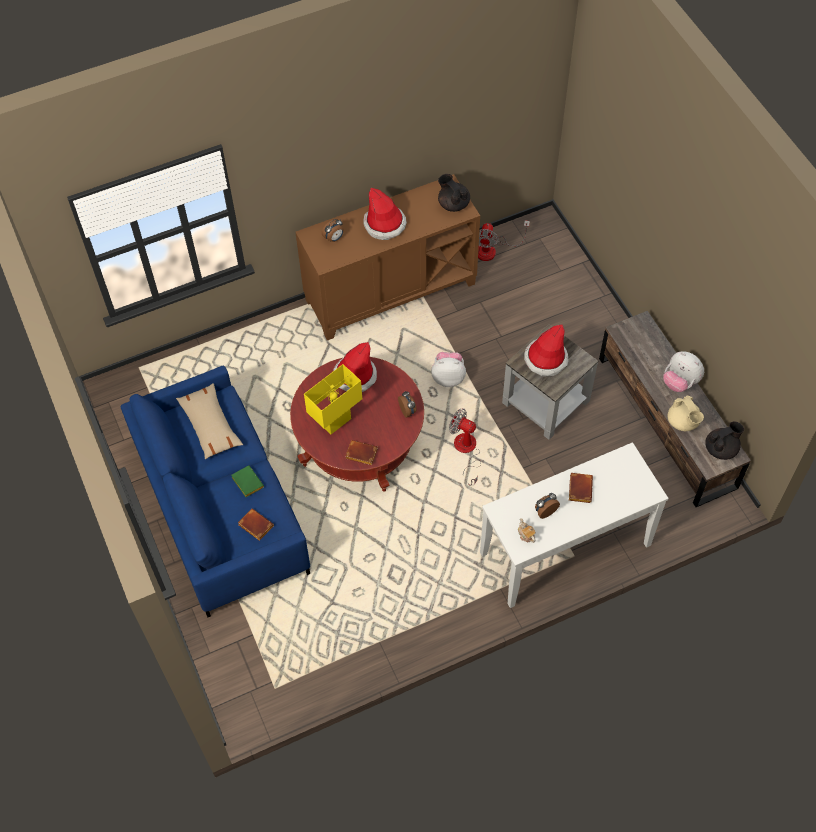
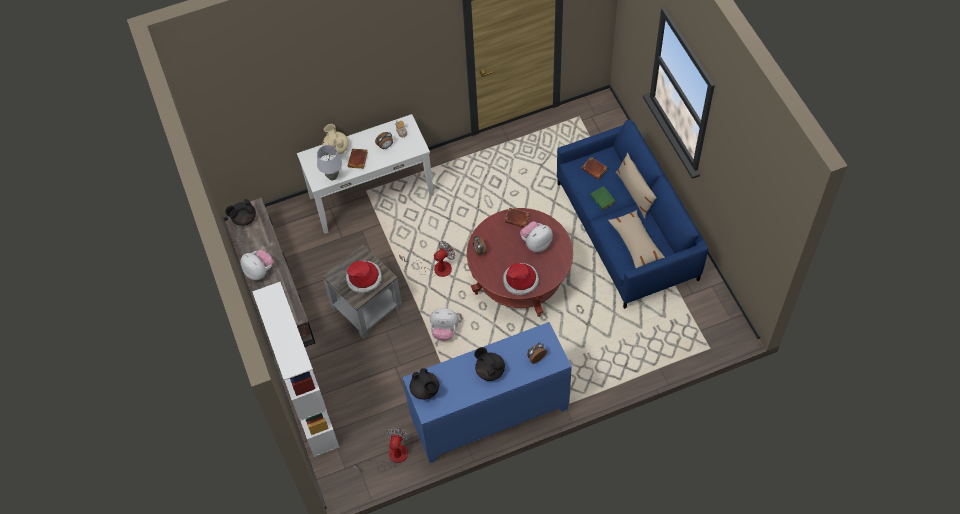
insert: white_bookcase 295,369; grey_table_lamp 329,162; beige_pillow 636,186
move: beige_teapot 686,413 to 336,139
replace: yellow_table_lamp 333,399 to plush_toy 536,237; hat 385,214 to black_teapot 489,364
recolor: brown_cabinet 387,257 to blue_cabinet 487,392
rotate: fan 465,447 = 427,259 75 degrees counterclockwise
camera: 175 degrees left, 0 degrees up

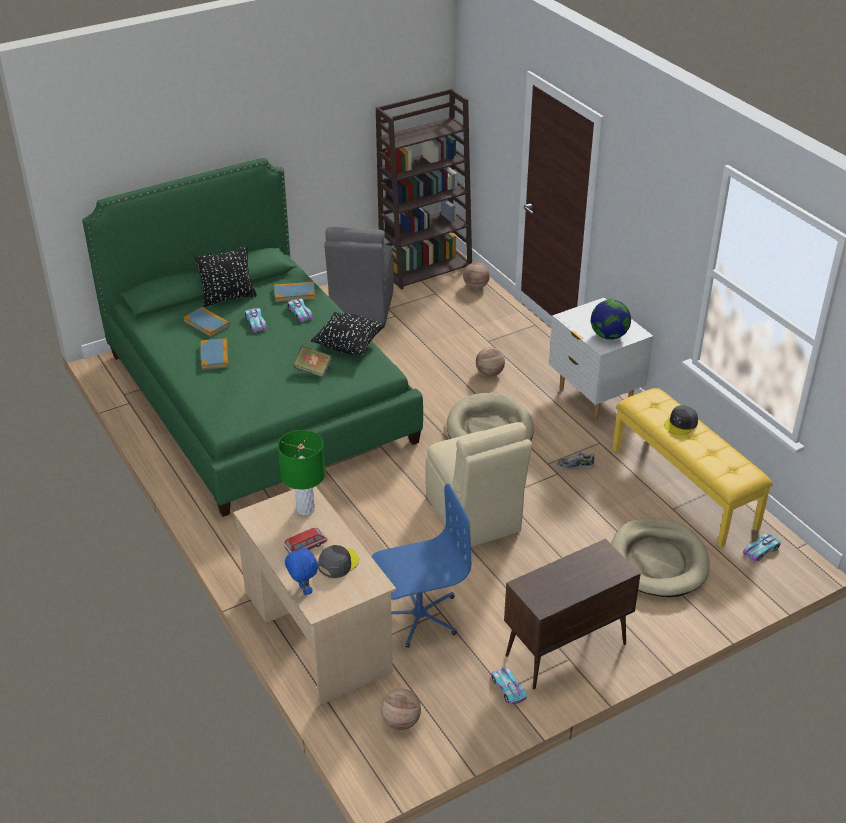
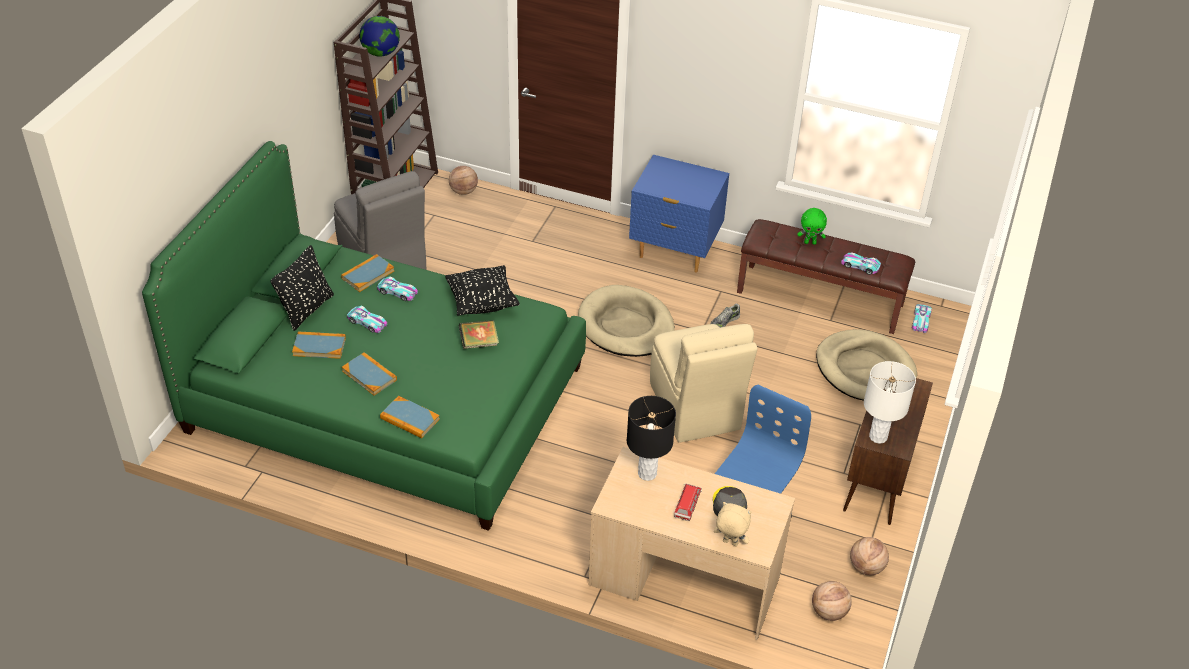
insert: book 410,417; white_table_lamp 890,402
move: basketball 490,362 to 869,556; toy_car 509,685 to 861,263; globe 611,320 to 379,36
replace: grey_cap 681,420 to green_plush_toy 812,226
recolor: green_table_lamp 301,472 to black_table_lamp 651,438; blue_plush_toy 301,570 to beige_plush_toy 733,524; white_nightstand 601,359 to blue_nightstand 679,213; yellow_bench 693,468 to brown_bench 826,276
rotate: beige_chair 478,484 = 704,383 45 degrees clockwise
camera: 40 degrees left, 5 degrees up

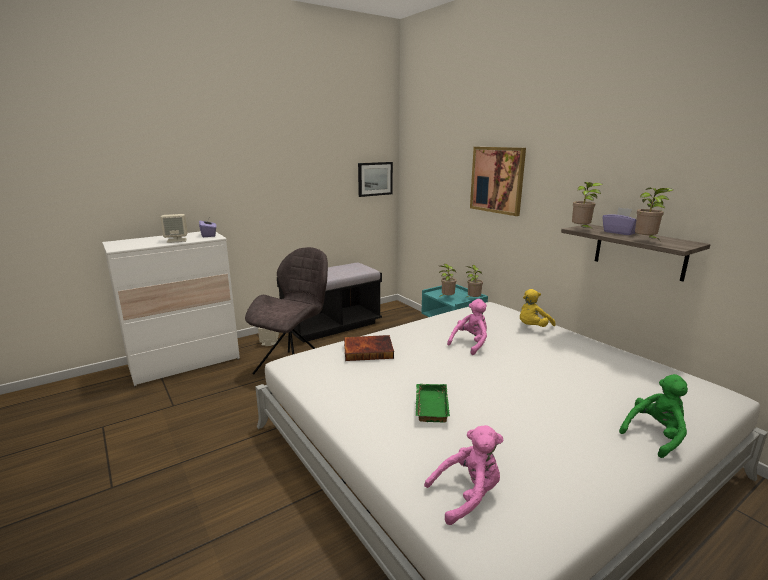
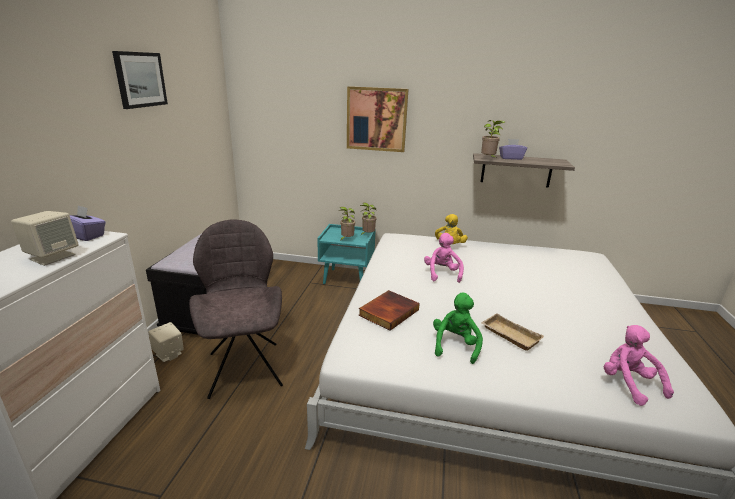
delete: potted_plant 654,213
move: picture 375,179 to 140,80; green_plush_toy 653,416 to 458,328
recolor: green_tray 433,403 to beige_tray 512,332
rotate: pink_plush_toy 463,475 = 639,365 45 degrees counterclockwise
camera: 45 degrees left, 5 degrees up

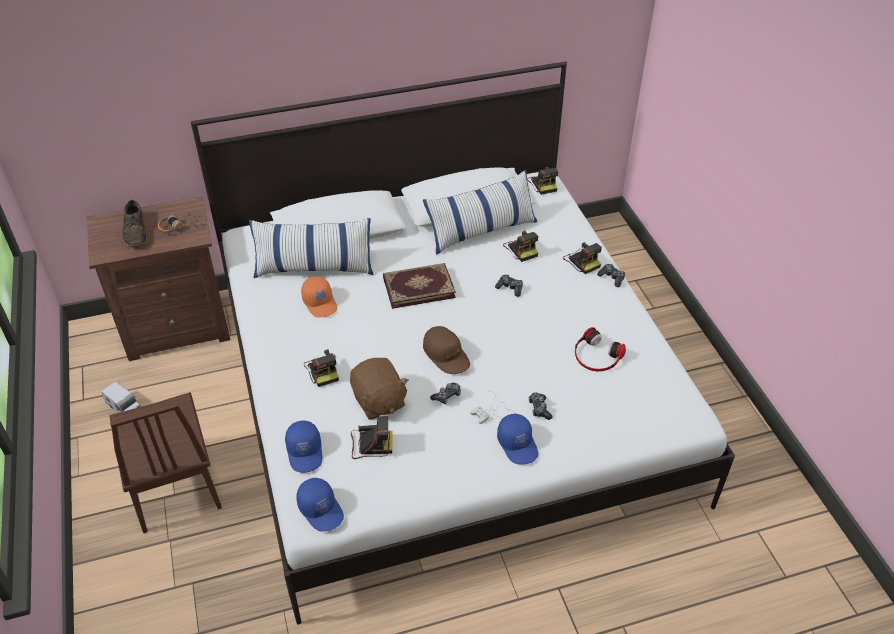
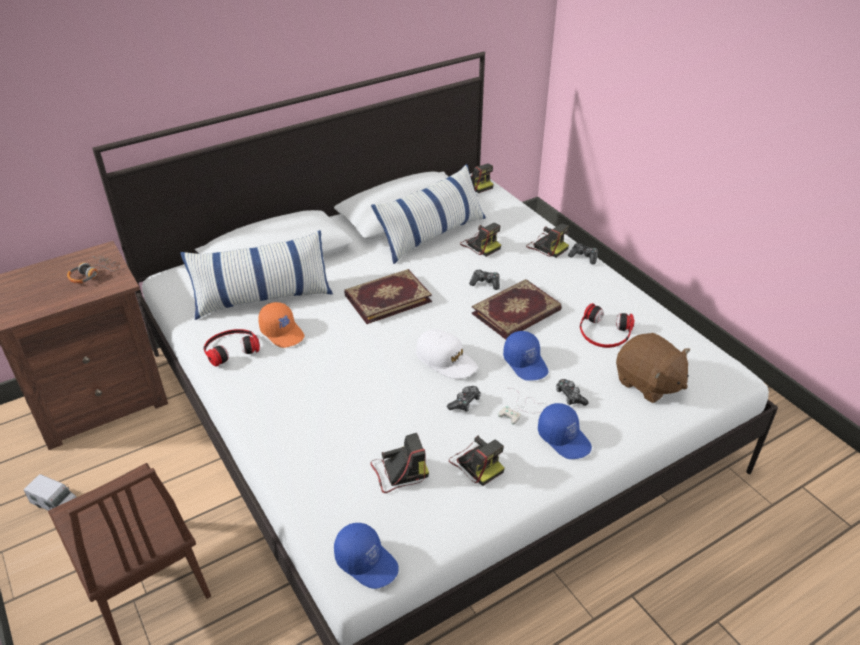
delete: brown_shoe 134,223
insert: headphones 232,348; book 516,309
move: blue_cap 303,447 to 525,356; photo_camera 321,368 to 477,460; brown_plush_toy 379,388 to 653,368
recolor: brown_cap 446,350 to white_cap 447,354
camera: 15 degrees left, 5 degrees down

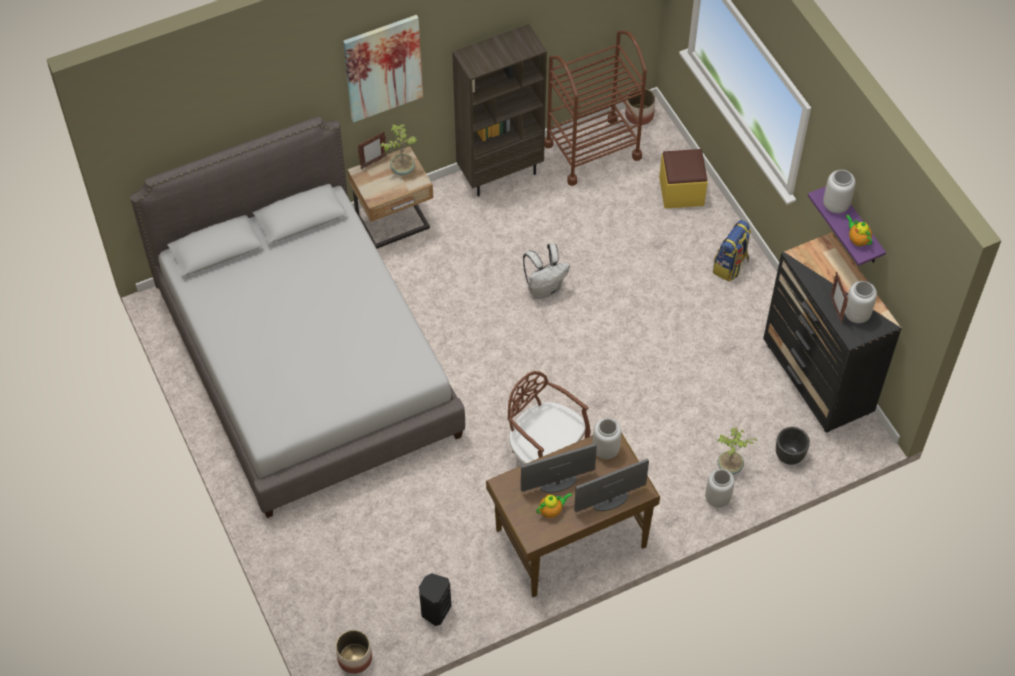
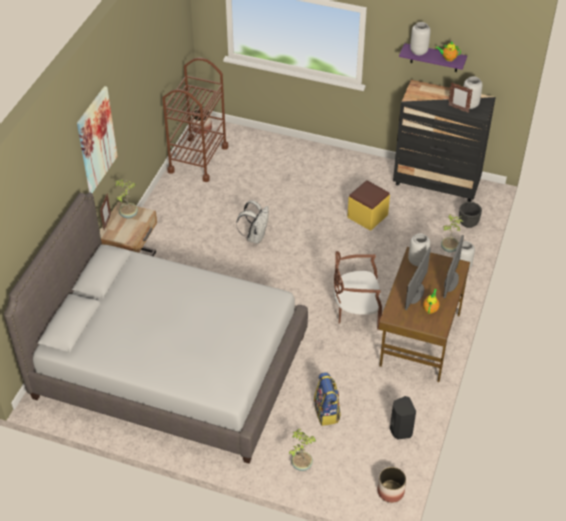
delete: brown_bookcase 499,110
insert: potted_plant 302,450
move: yellow_ottoman 683,179 to 368,205; backpack 732,250 to 327,399
camera: 45 degrees left, 10 degrees down

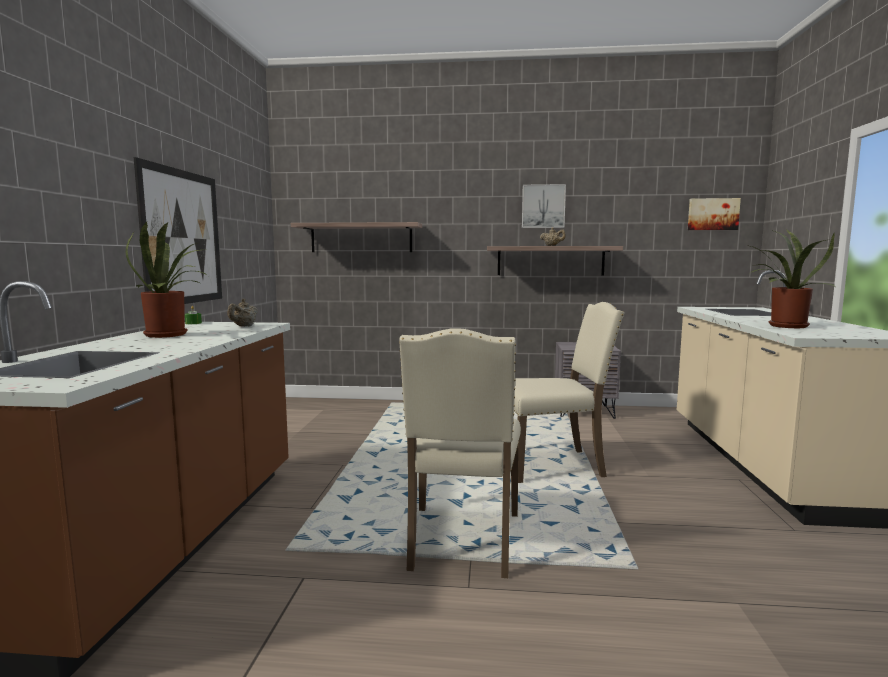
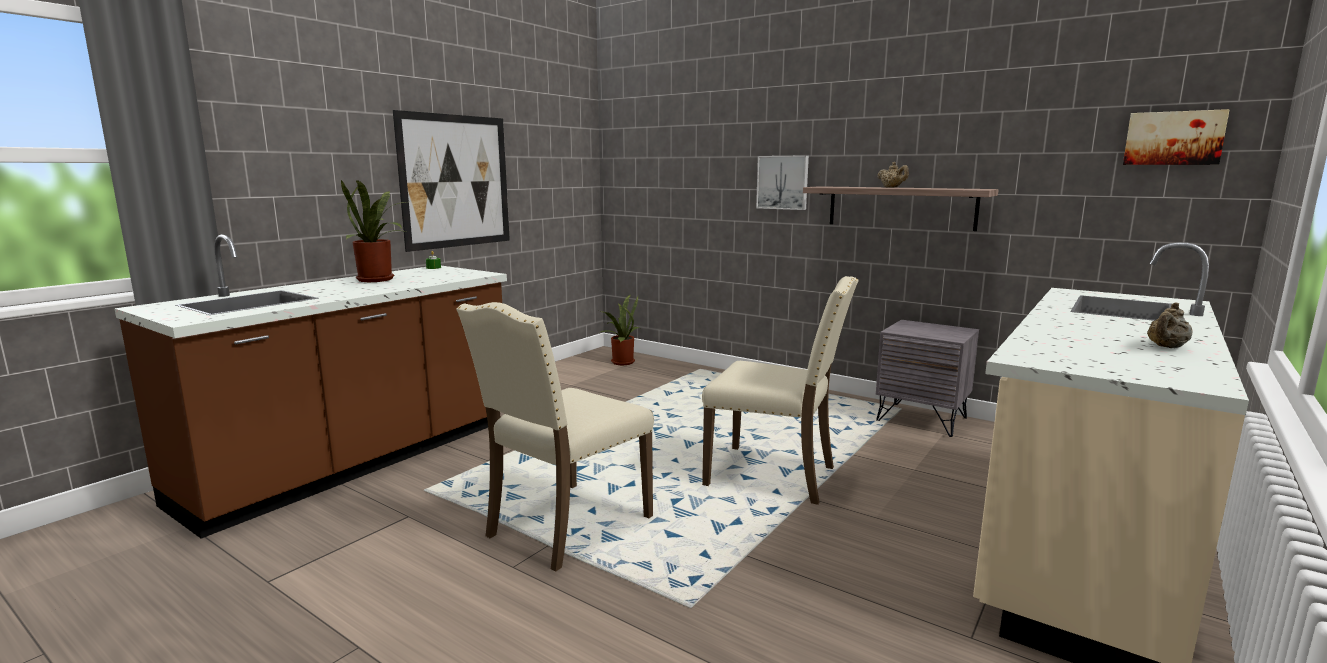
delete: shelf 356,237
move: beige_teapot 242,313 to 1170,325; picture 544,206 to 782,182; potted_plant 790,279 to 619,330
camera: 30 degrees right, 5 degrees up

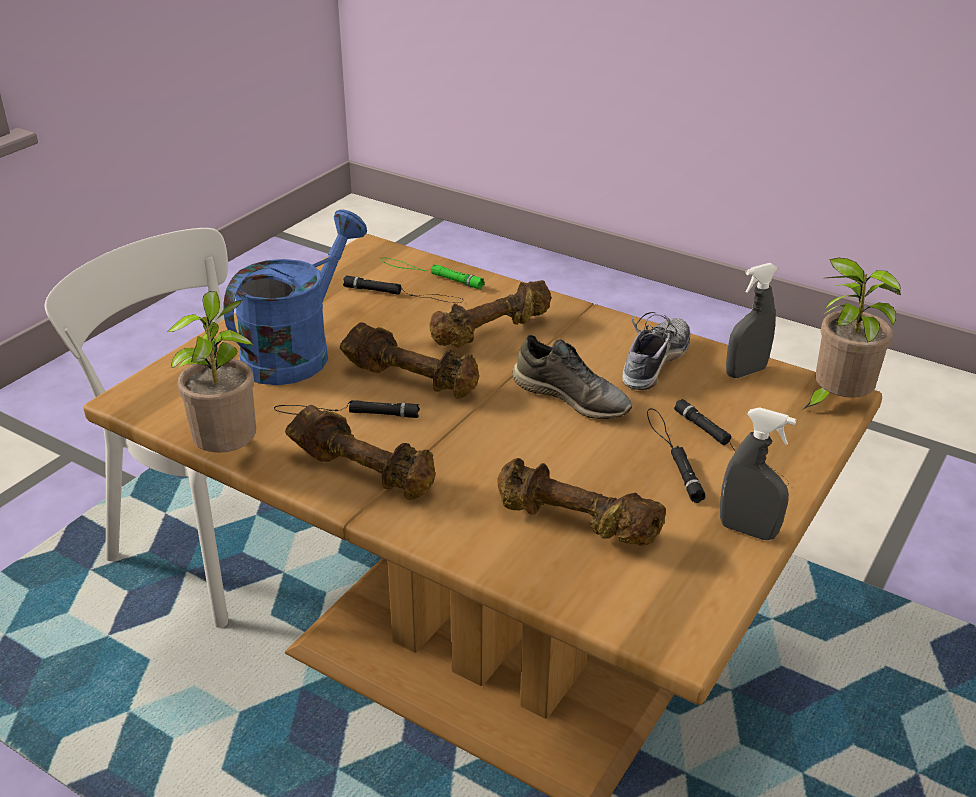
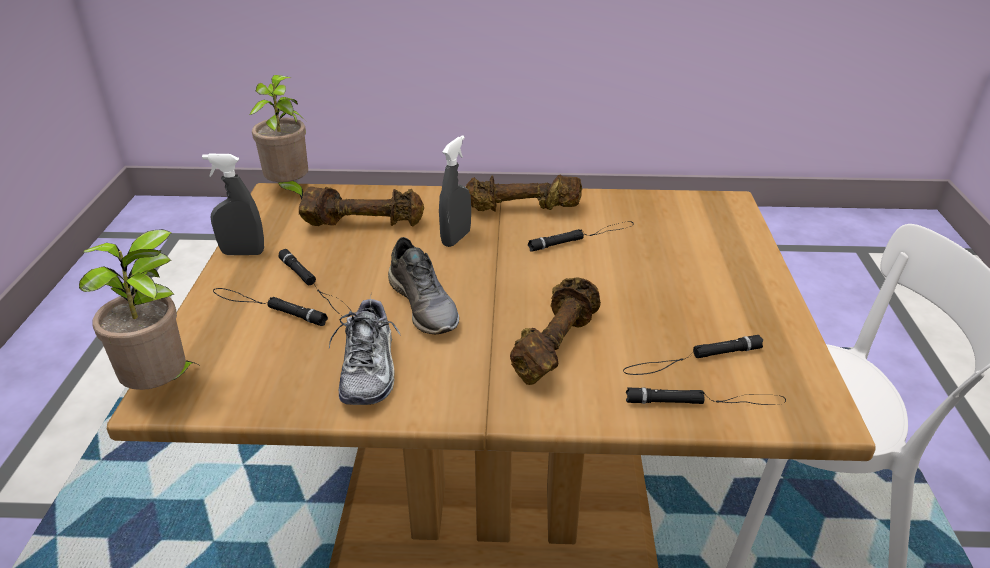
delete: blue_watering_can 295,297; brown_dumbbell 409,360
move: potted_plant 211,372 to 278,137; grey_spray_bottle 752,320 to 455,191
recolor: green_flashlight 432,274 to black_flashlight 706,396
rotate: grey_shoe 572,377 = 423,285 120 degrees counterclockwise
camera: 150 degrees right, 0 degrees up

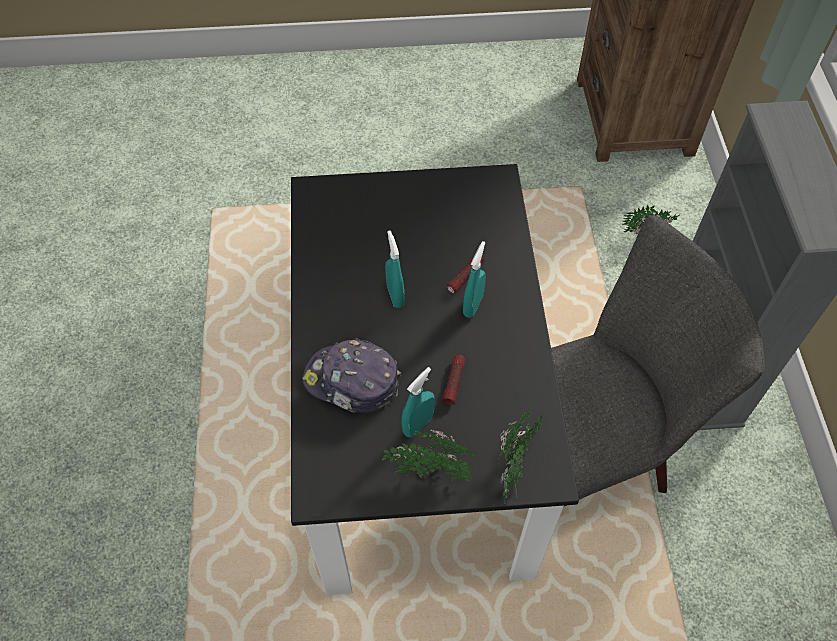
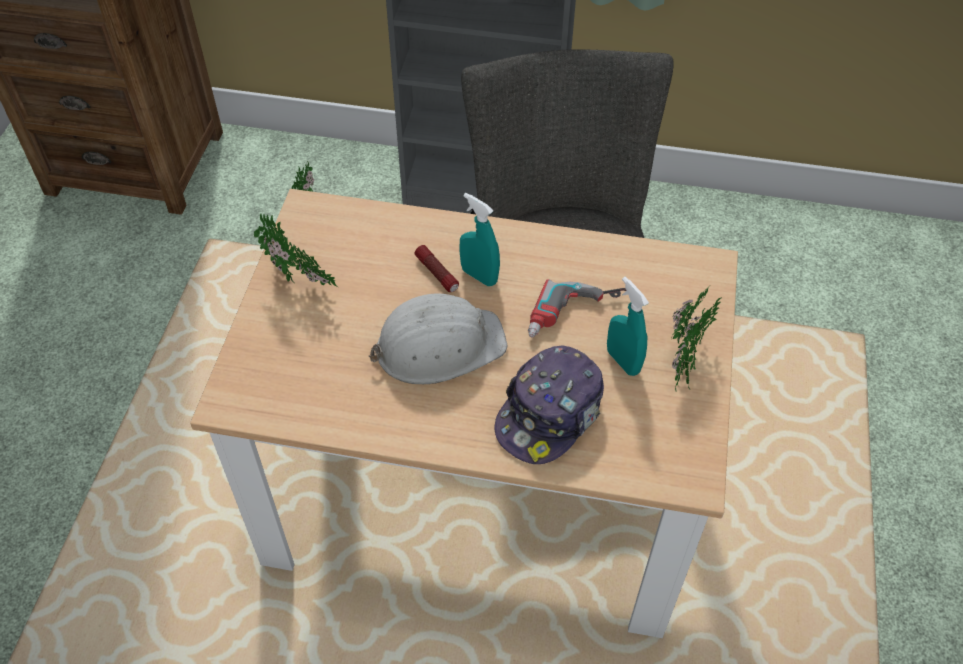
move: potted_plant 521,456 to 296,250
replace: turquoise_spray_bottle 394,269 to white_hard_hat 437,339; flashlight 453,380 to power_drill 577,308
recolor: black_dining_table 435,379 to beige_dining_table 464,413
camera: 75 degrees left, 5 degrees down

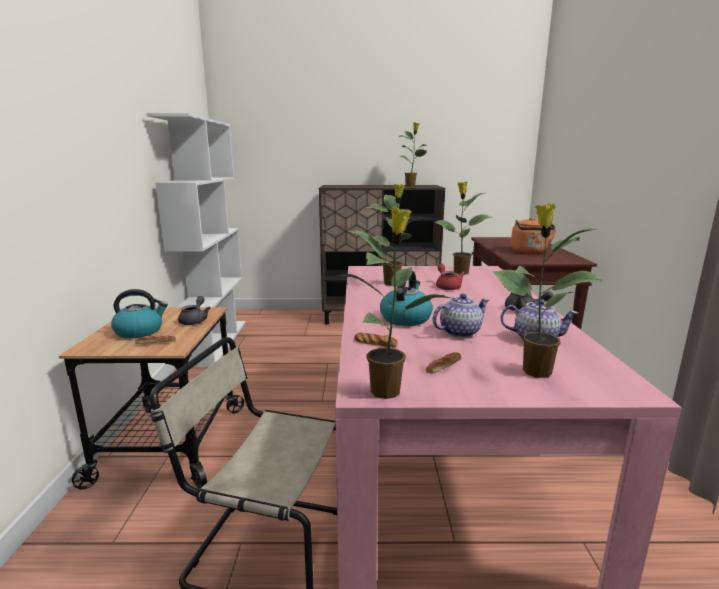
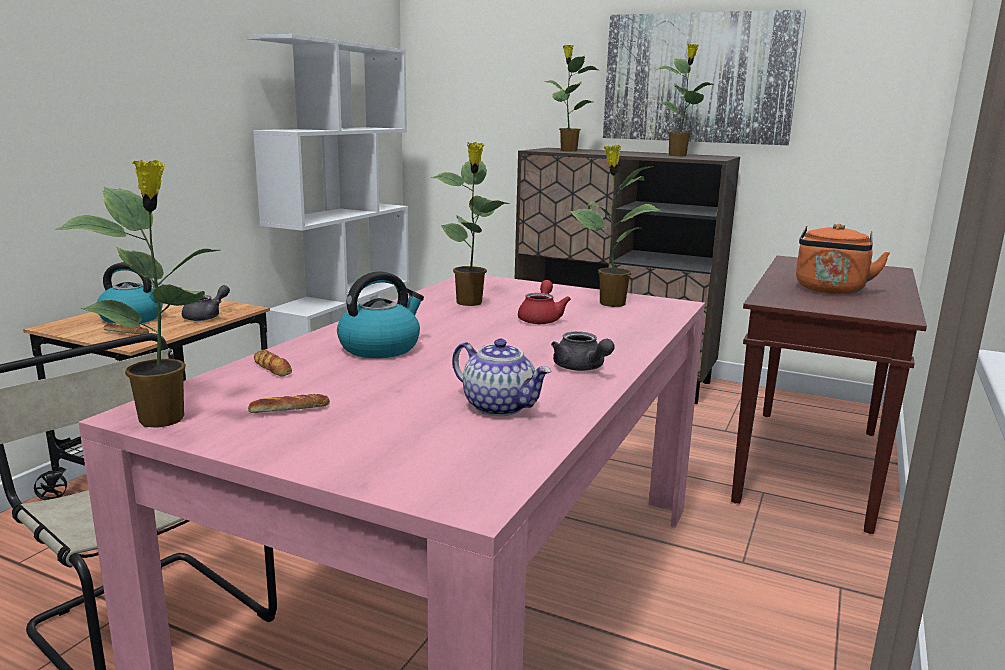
delete: teapot 461,316
insert: picture 704,77
move: potted_plant 548,290 to 571,98
camera: 25 degrees right, 0 degrees up

